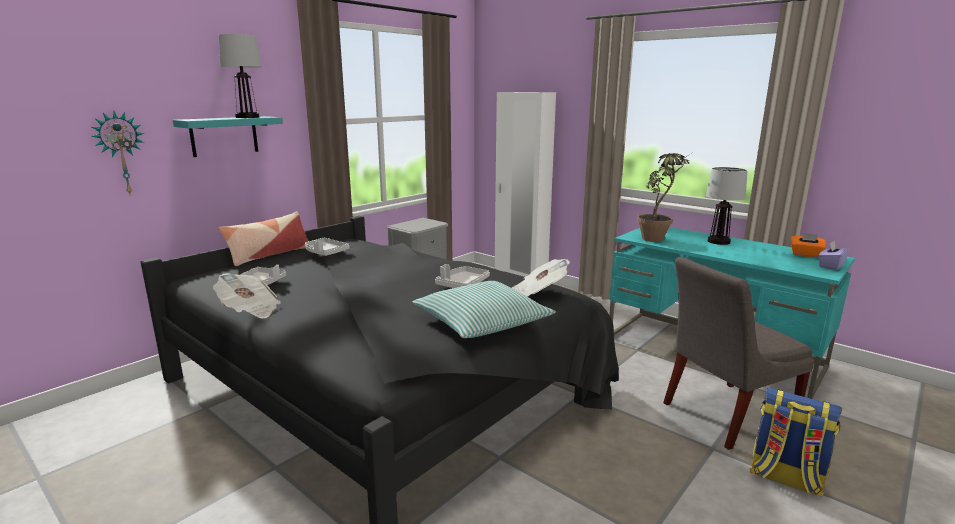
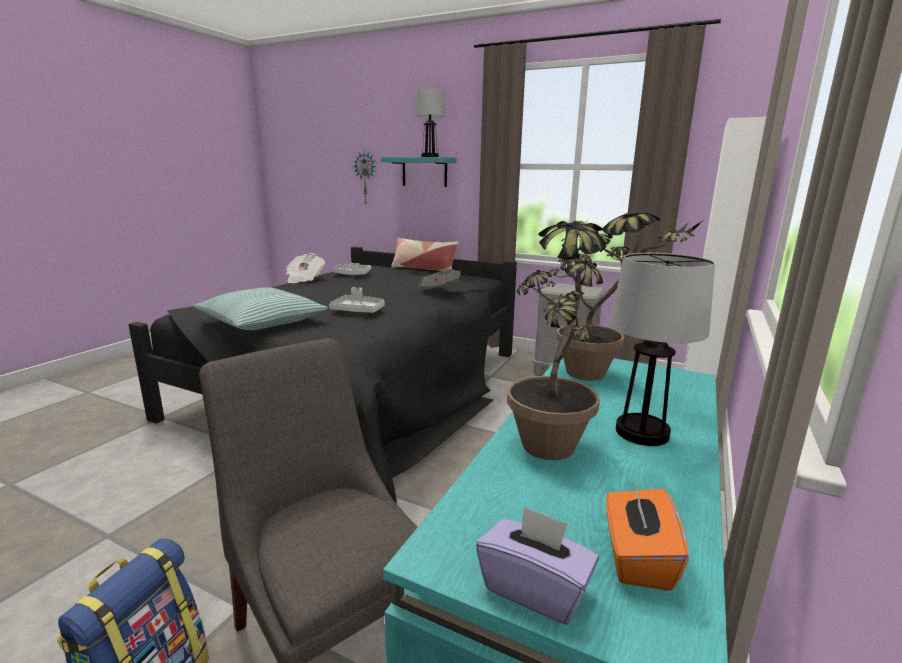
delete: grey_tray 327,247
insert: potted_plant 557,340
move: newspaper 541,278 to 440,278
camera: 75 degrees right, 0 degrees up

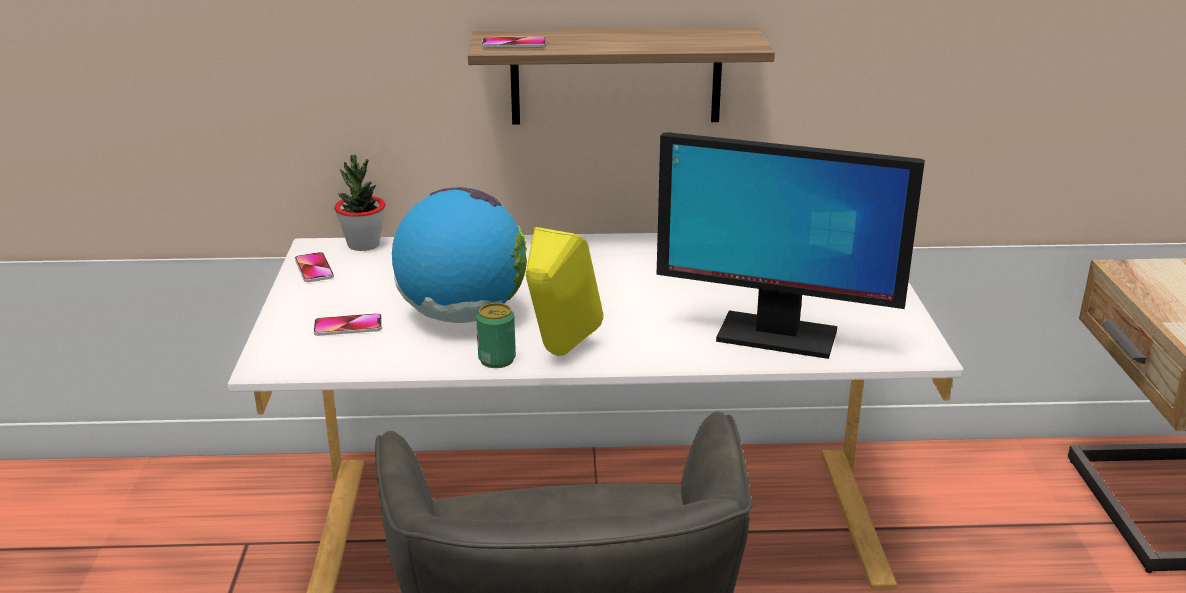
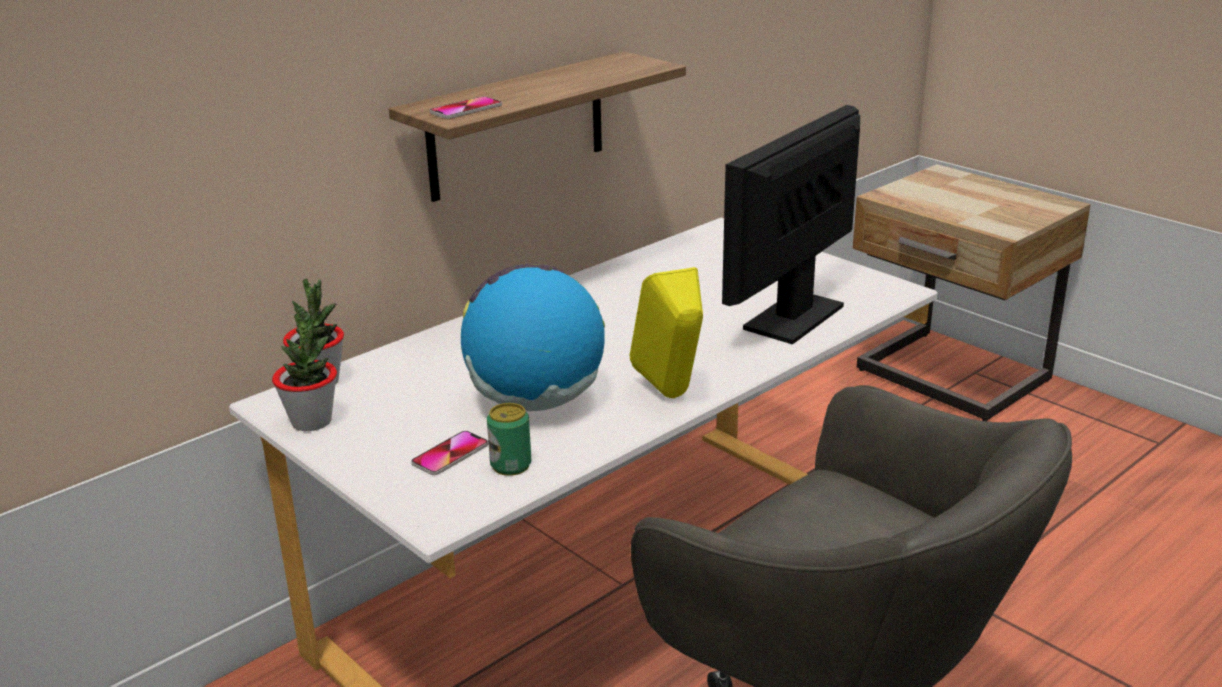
move: can 496,335 to 509,439
replace: phone 314,267 to potted_plant 304,372
rotate: monitor 790,245 = 791,224 150 degrees clockwise
camera: 40 degrees left, 0 degrees up

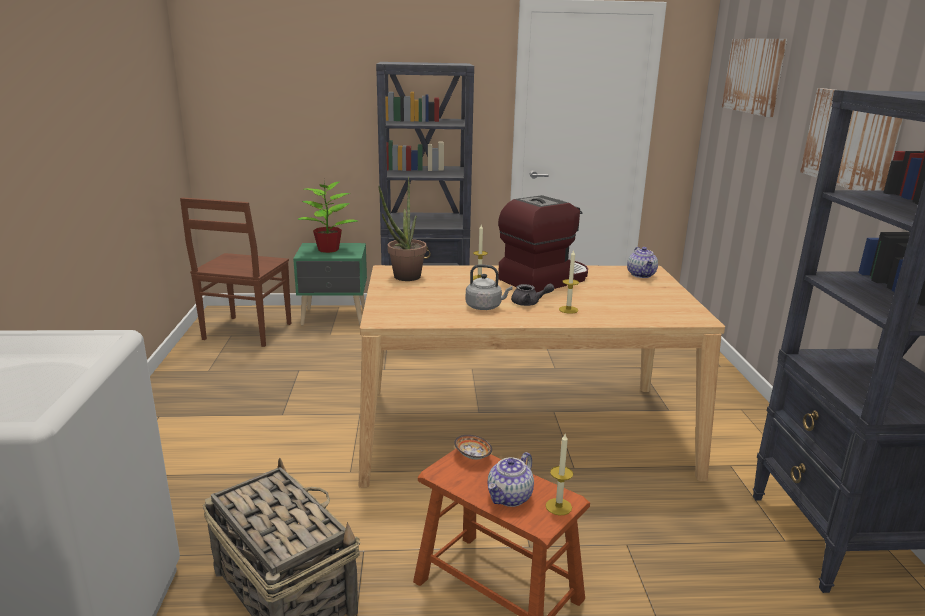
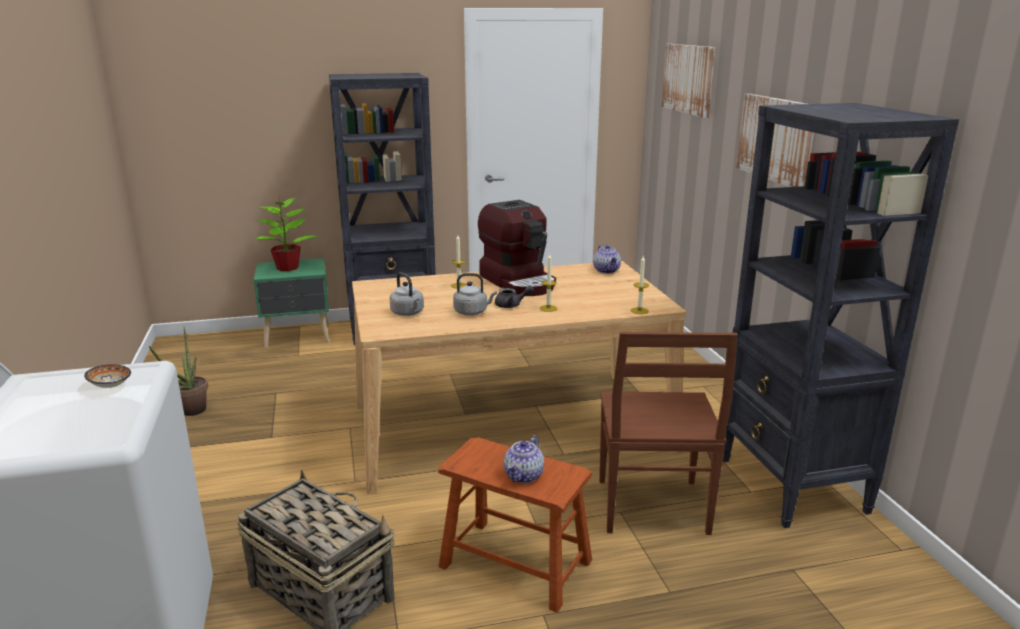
insert: grey_kettle 407,294
move: brown_chair 235,272 to 668,433; potted_plant 402,229 to 178,371; bowl 473,447 to 107,376; candle 559,474 to 640,285
rotate: coffee_machine 543,243 = 517,248 105 degrees clockwise
camera: 10 degrees left, 0 degrees up

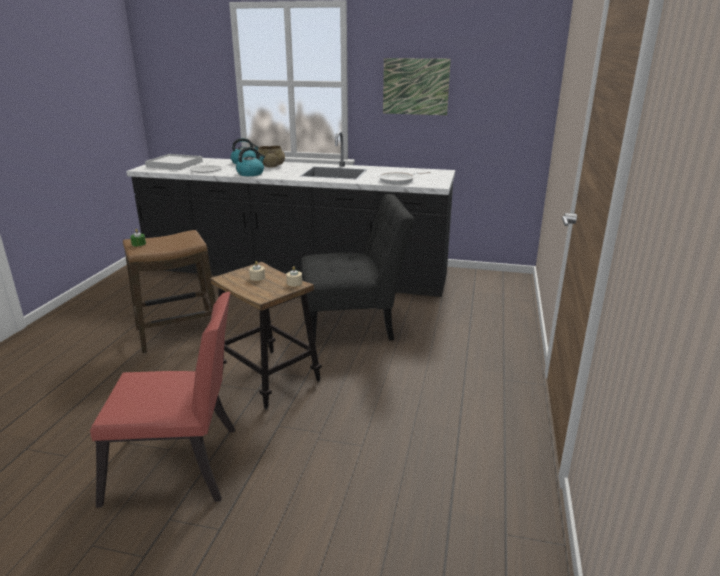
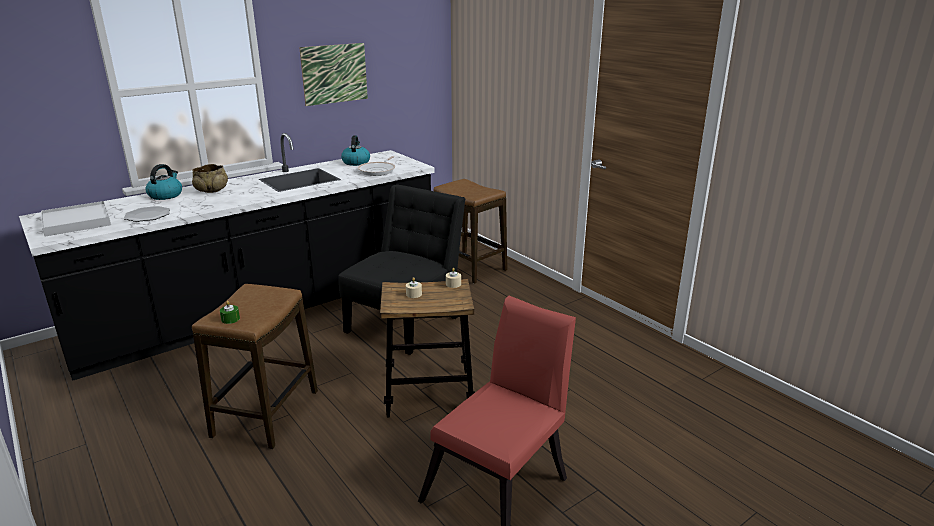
insert: stool 470,231
move: kettle 250,161 to 355,150
camera: 50 degrees left, 0 degrees up

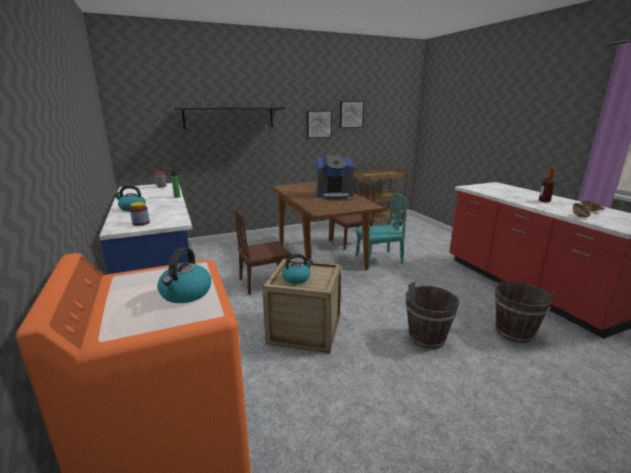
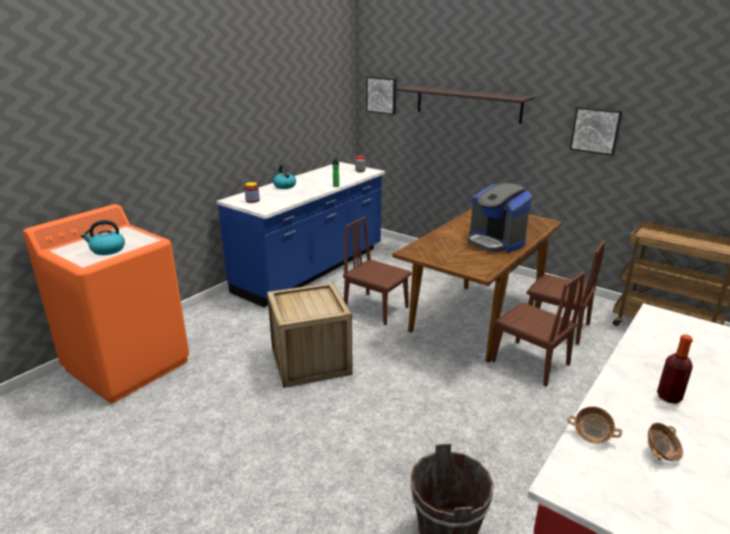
delete: kettle 297,269; brown_bucket 432,315
move: picture 351,114 to 381,95
recolor: turquoise_chair 381,230 to brown_chair 538,329
camera: 60 degrees right, 5 degrees up

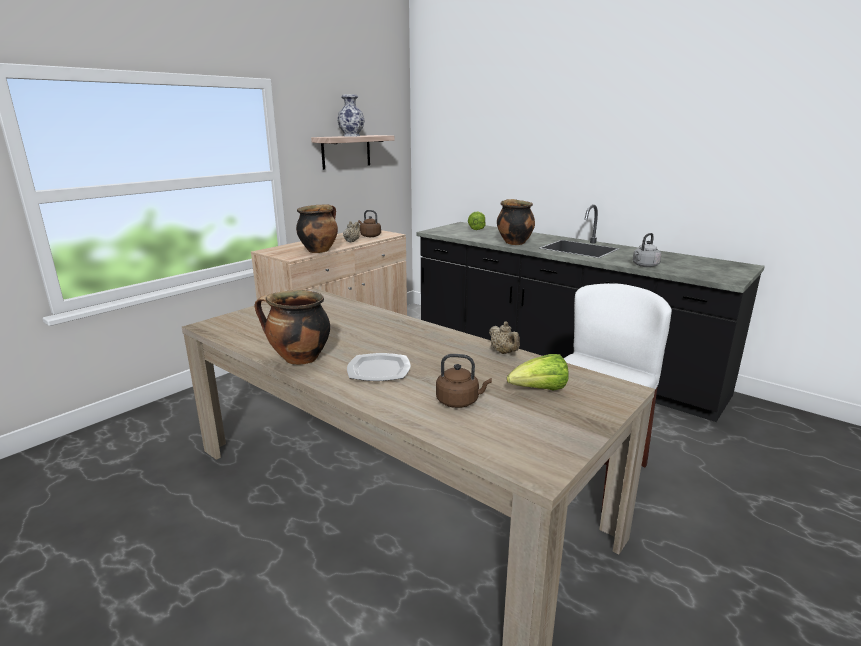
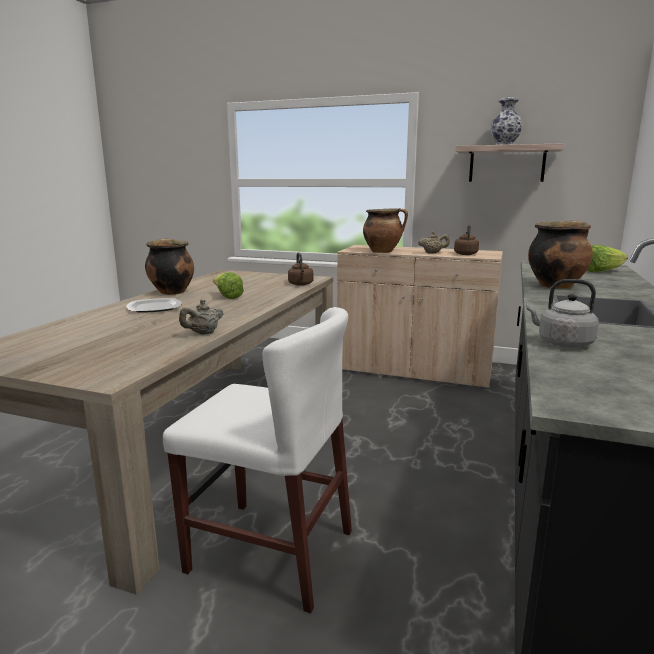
move: brown_kettle 464,381 to 301,269; lettuce 538,372 to 228,285
camera: 70 degrees right, 5 degrees down

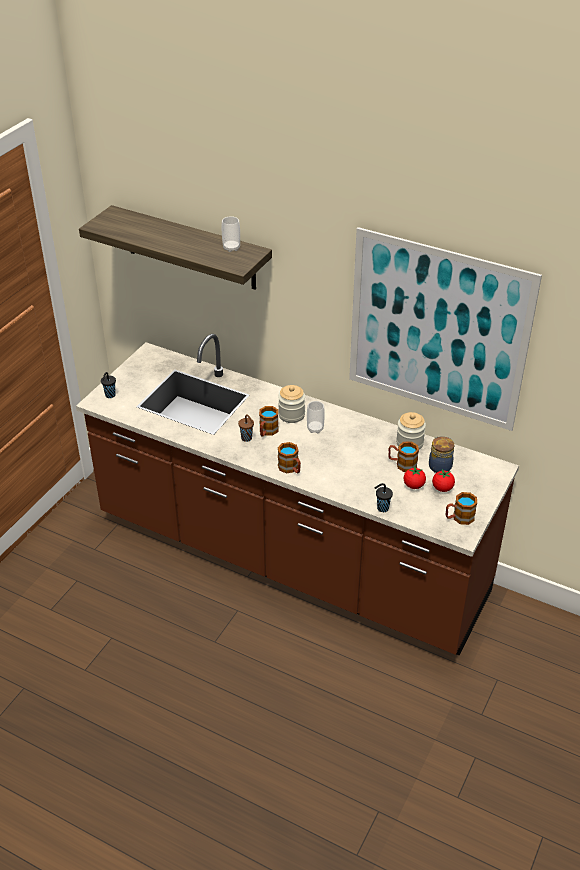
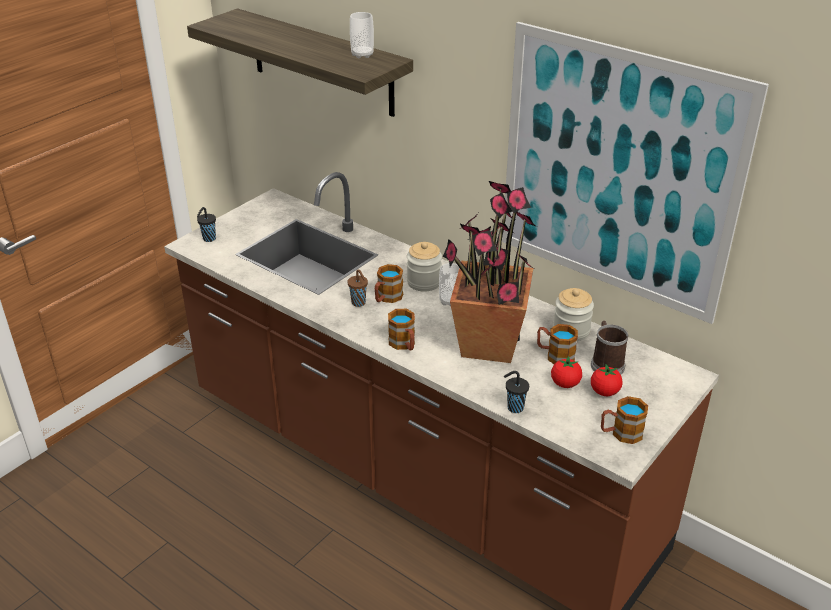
insert: potted_plant 490,272
replace: jar 441,454 to mug 609,347
camera: 10 degrees right, 5 degrees down

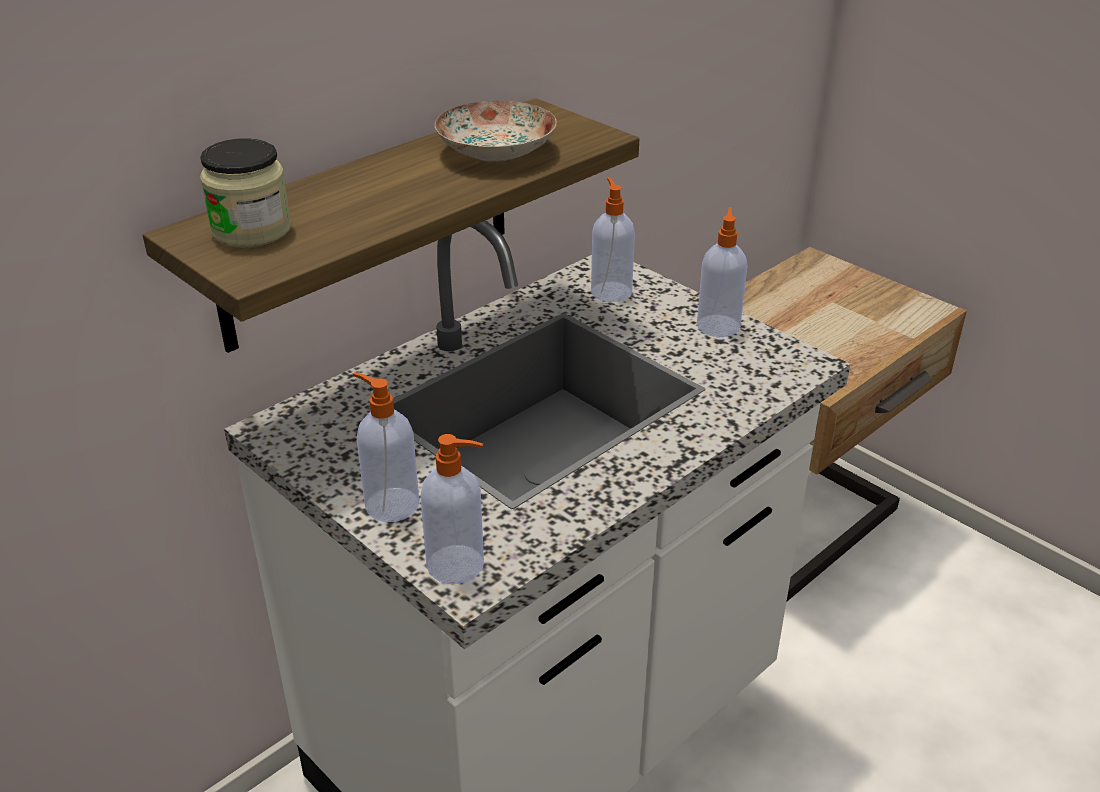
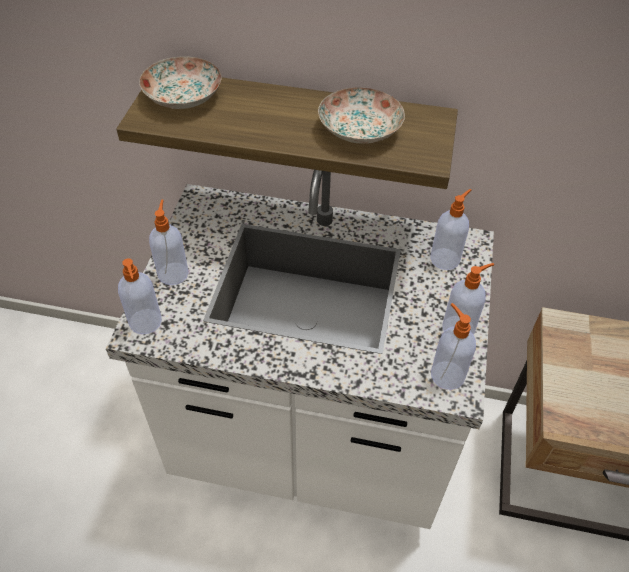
insert: soap_dispenser 453,346
replace: jar 245,193 to plate 180,82
camera: 55 degrees right, 15 degrees up

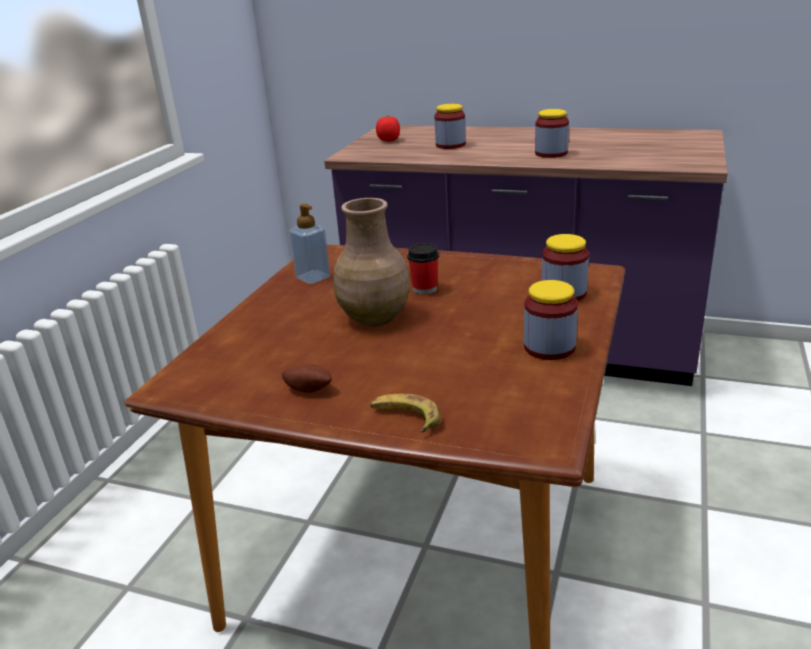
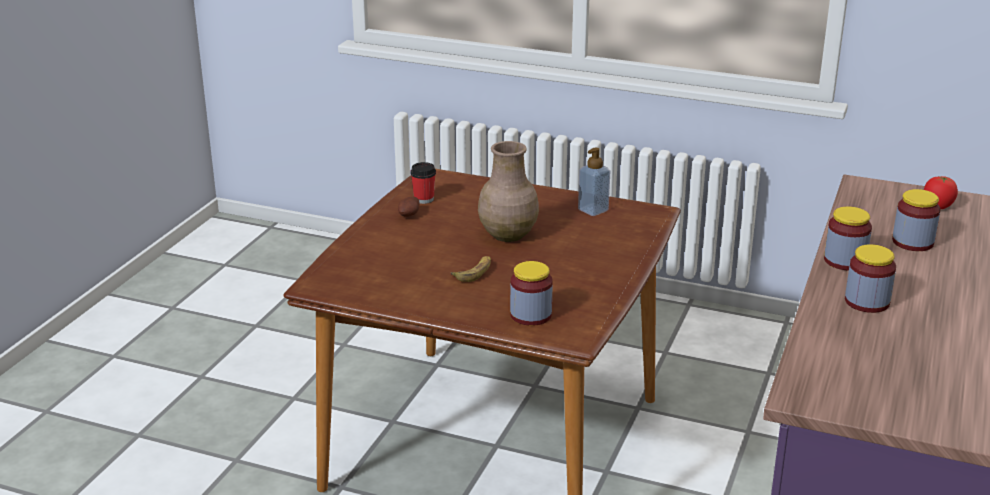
move: banana 405,413 to 471,269; cup 423,268 to 423,183; jar 551,320 to 848,238
camera: 90 degrees right, 0 degrees up

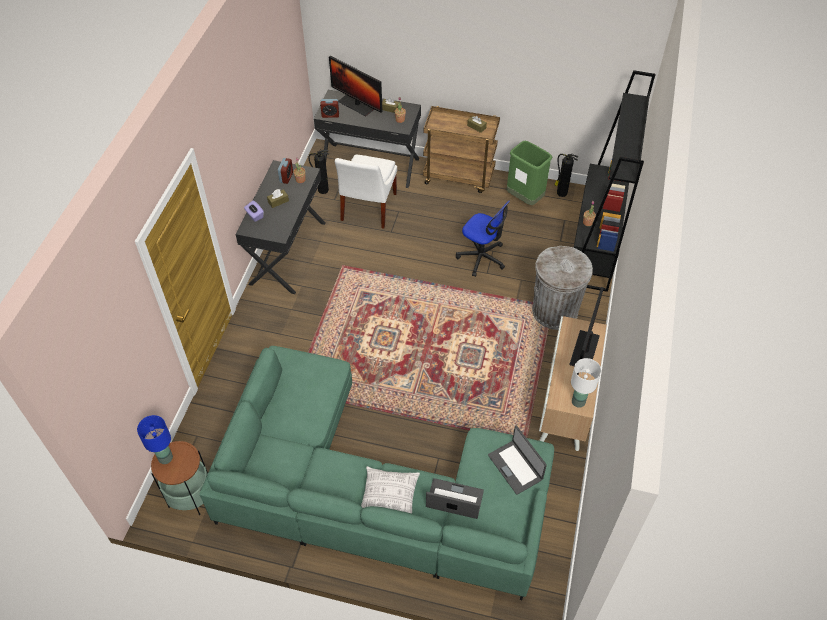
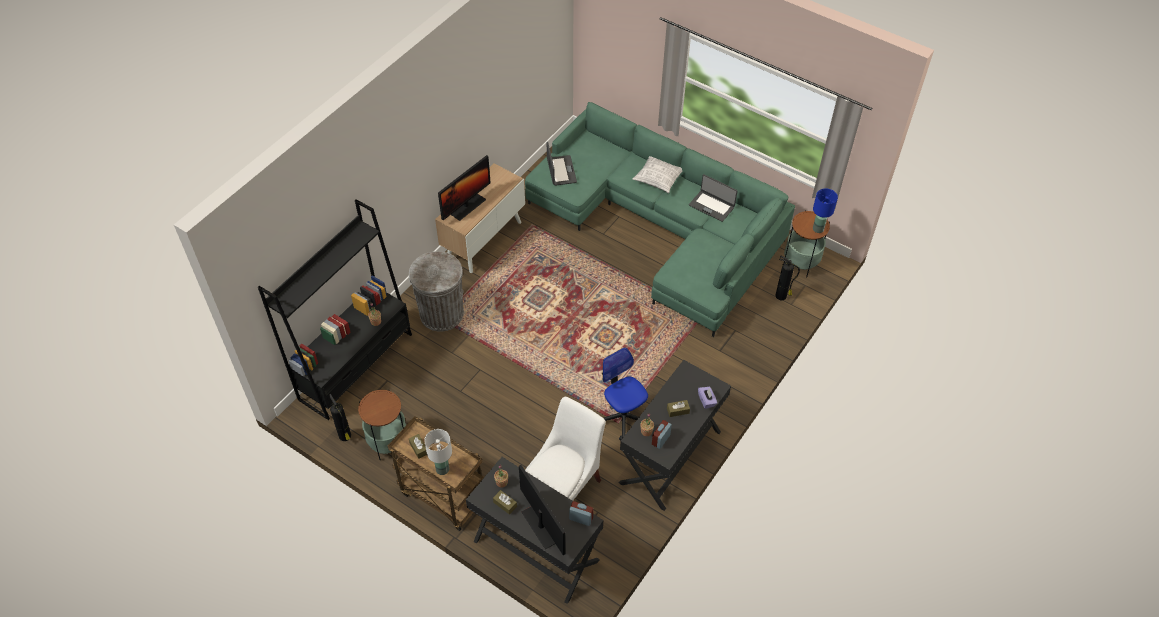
move: fire_extinguisher 318,172 to 787,278; laptop 455,498 to 713,198; office_chair 483,239 to 625,394; white_table_lamp 586,383 to 438,452
replace: green_trash_can 529,173 to side_table 382,425
camera: 160 degrees left, 0 degrees up

